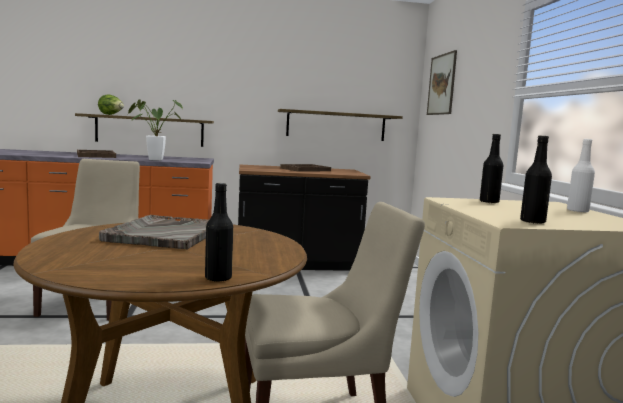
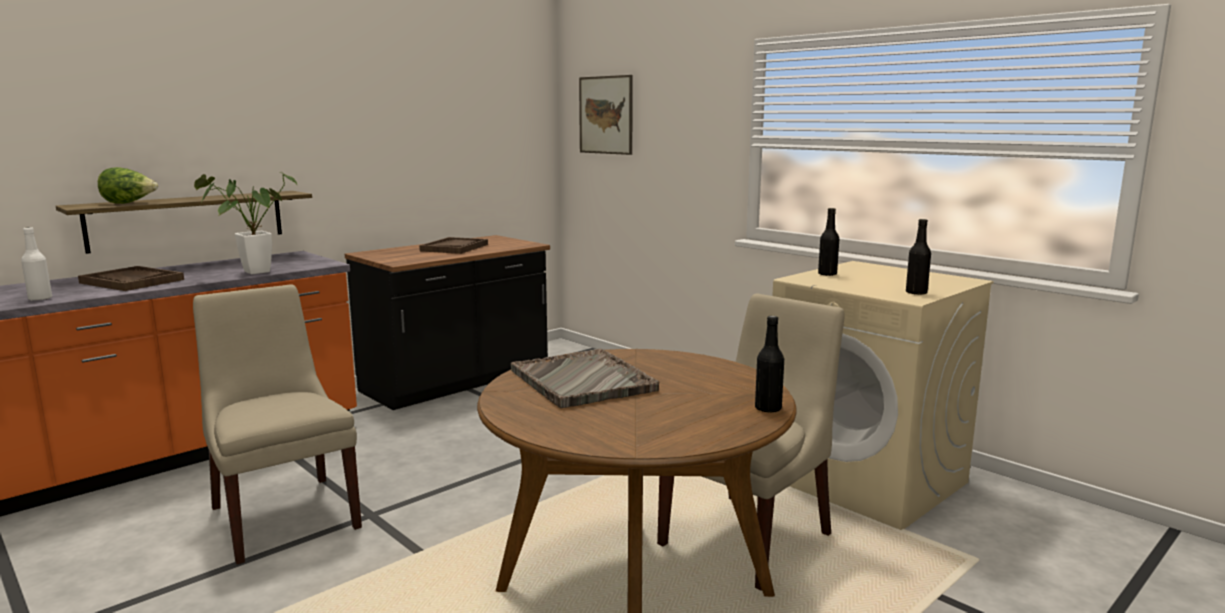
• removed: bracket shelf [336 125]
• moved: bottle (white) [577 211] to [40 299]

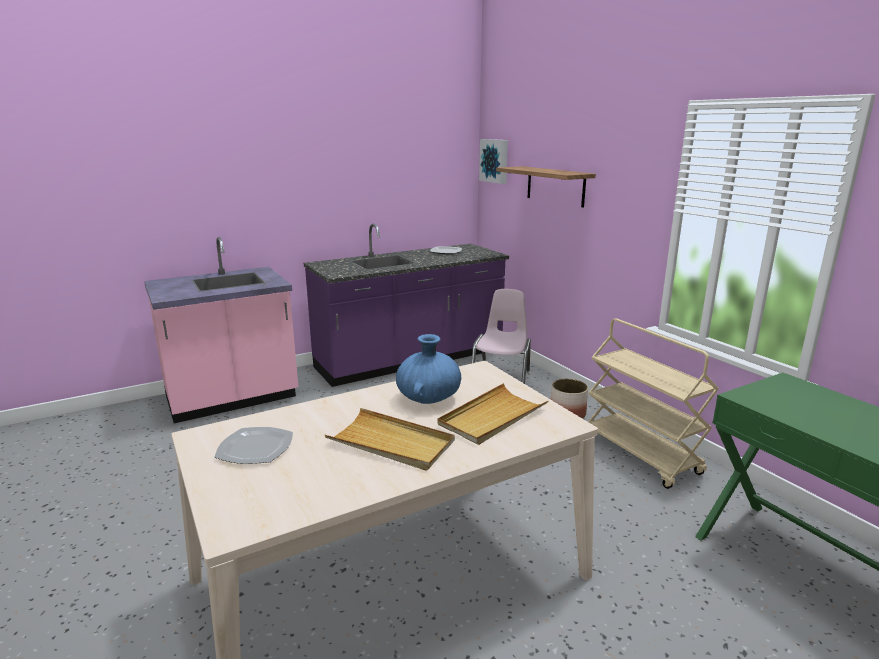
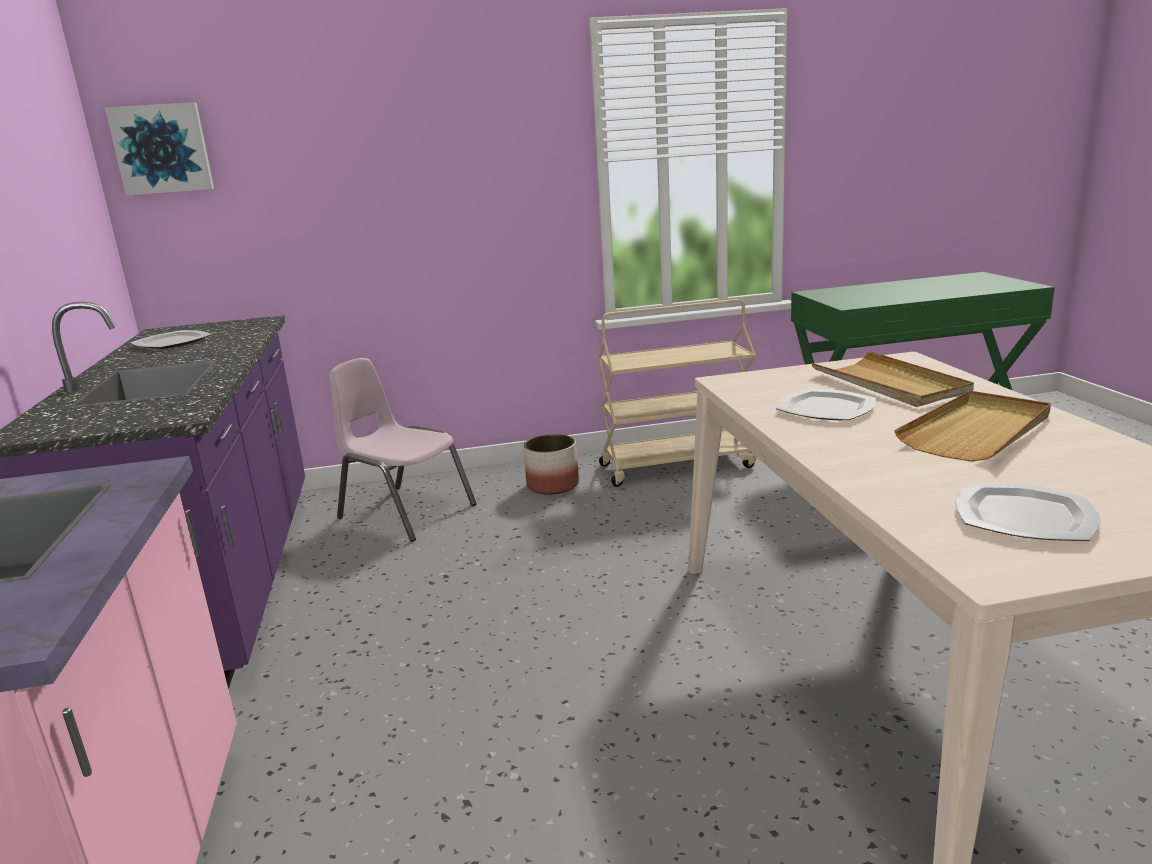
• removed: bracket shelf [555 186]
• replaced: vase (blue-coloured) [429 398] to flat dish [827 408]

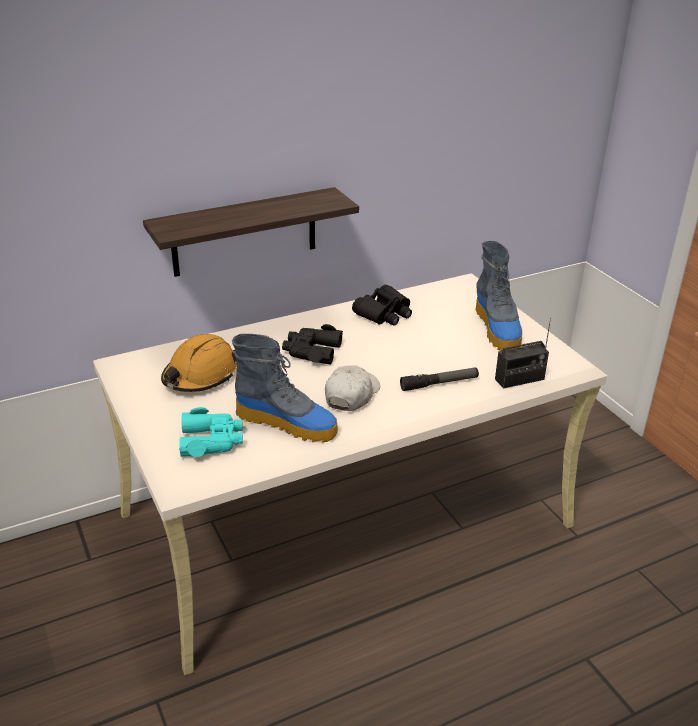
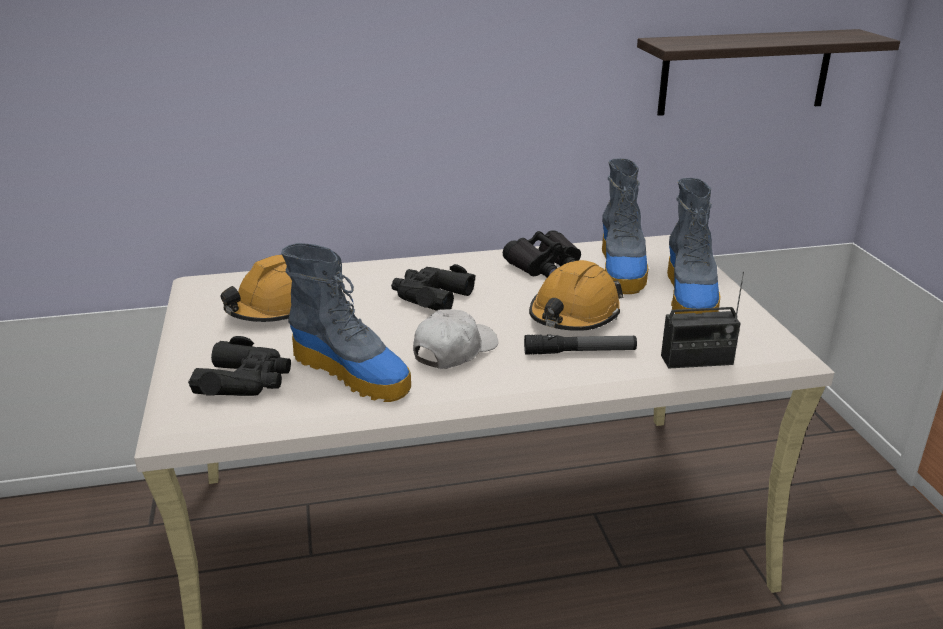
• moved: bracket shelf [244 232] to [745 72]
• recoloured: binoculars (blue-green) [211 440] to binoculars (black) [245 381]
• added: high-top boot [622 270]
• added: hard hat (orangey) [574 315]

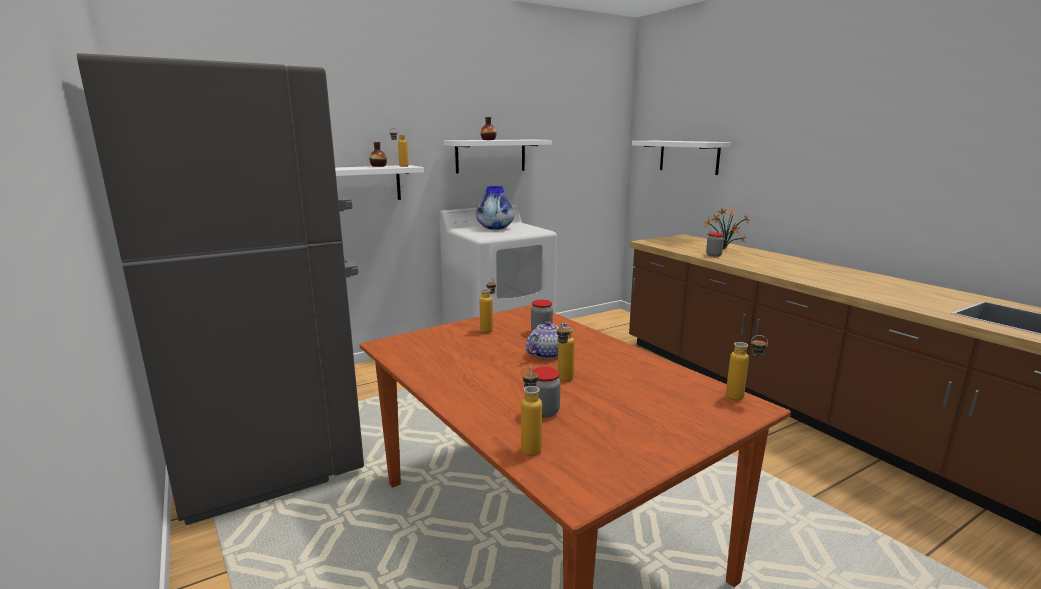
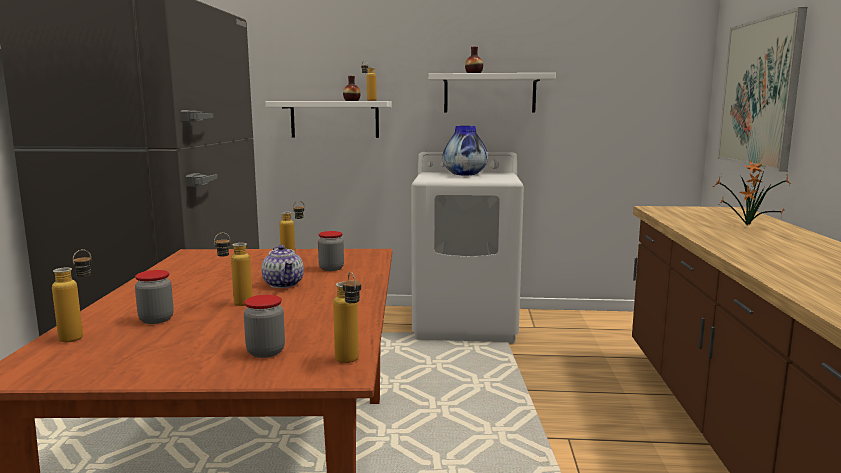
• replaced: bracket shelf (white) [688 156] to wall art [759 93]
• moved: preserve jar [713 255] to [265 352]
• turned: teapot [546 354] = [284 284] 75 degrees clockwise

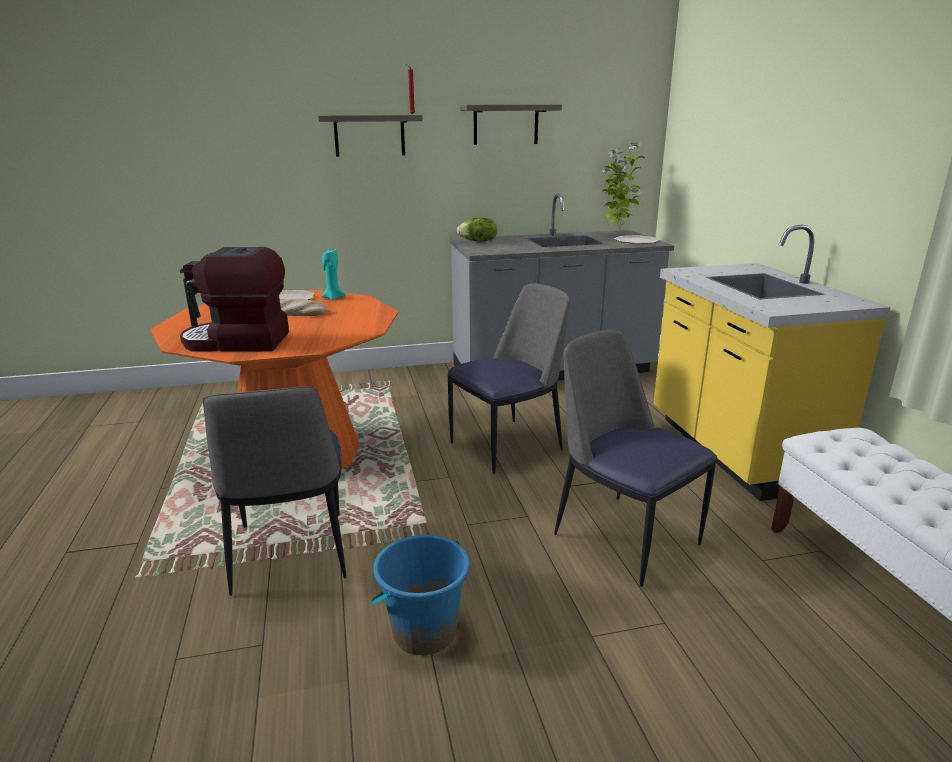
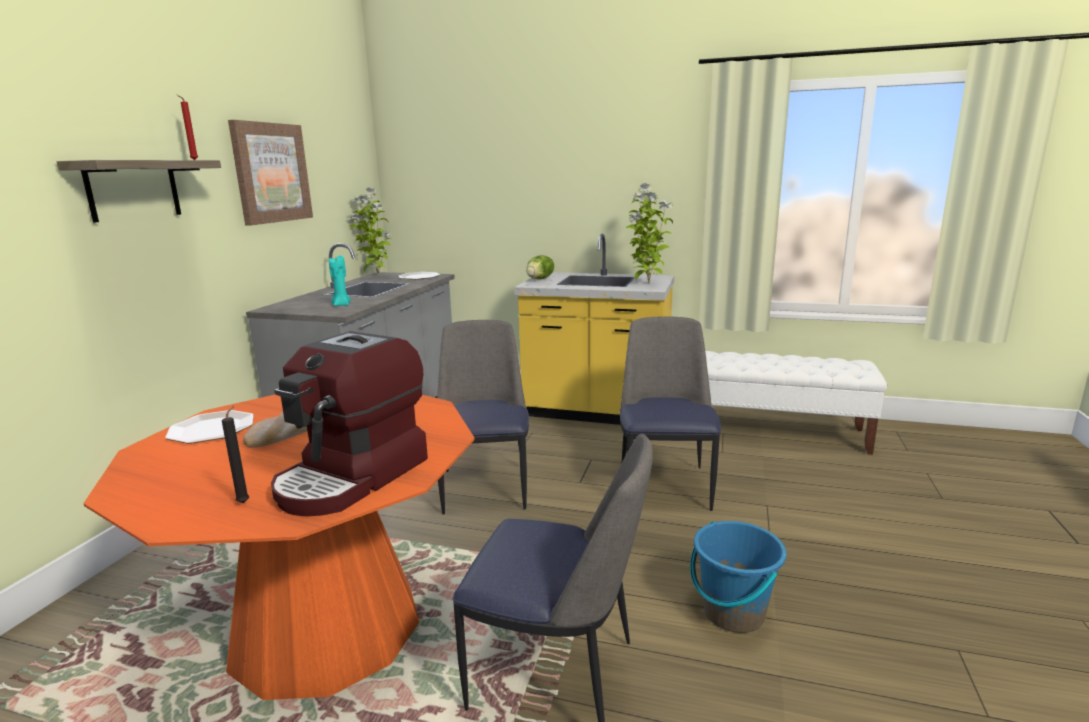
• replaced: bracket shelf [506 124] to wall art [271 173]
• moved: lettuce head [478 241] to [540 279]
• moved: candle (blue-green) [333 298] to [341 305]
• turned: chair [623 536] = [664 485] 105 degrees clockwise
• added: plant in a pot [647 283]

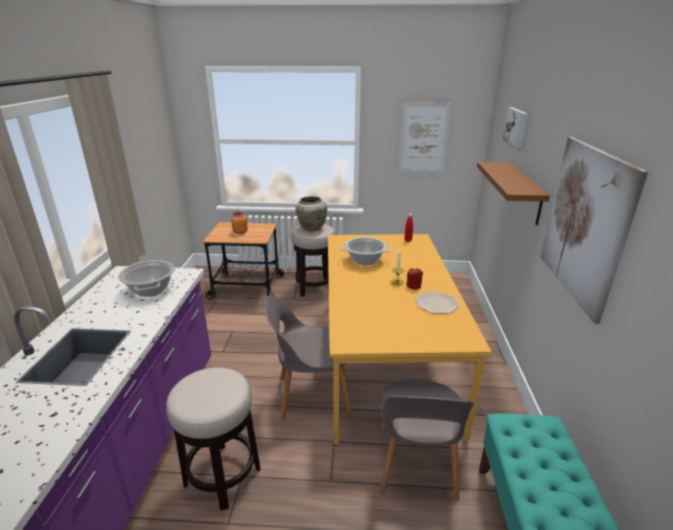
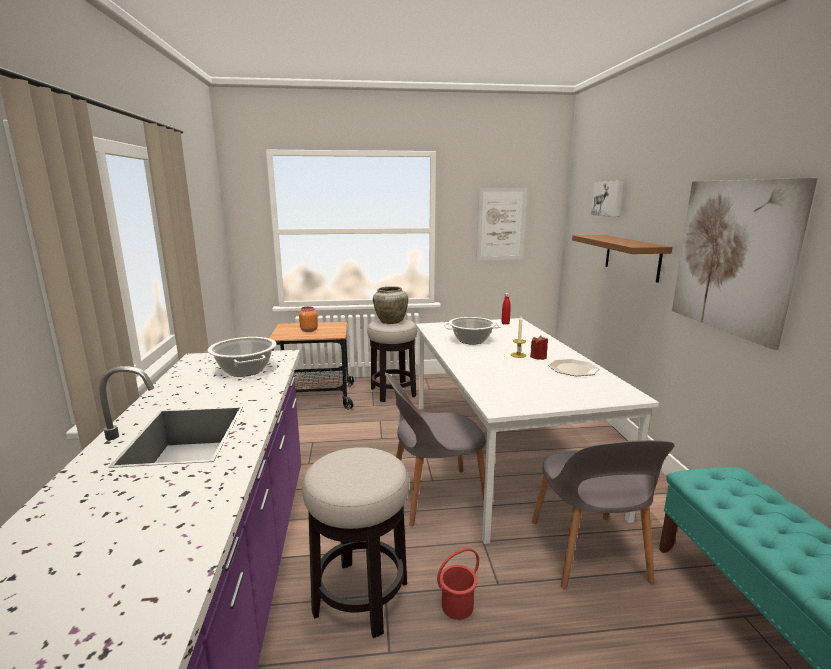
• recoloured: kitchen table (orangey) [384 358] to kitchen table (white) [502 452]
• added: bucket (red-coloured) [458 606]

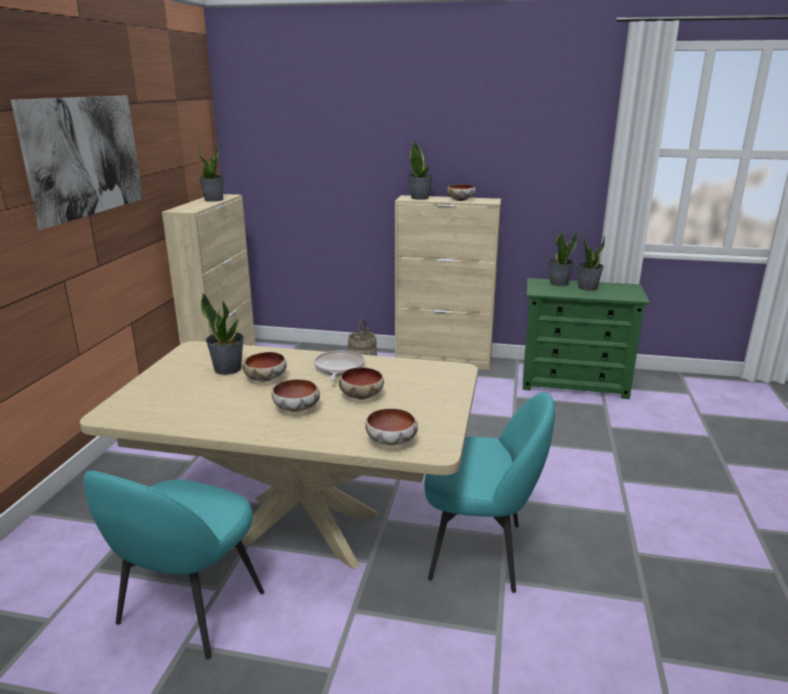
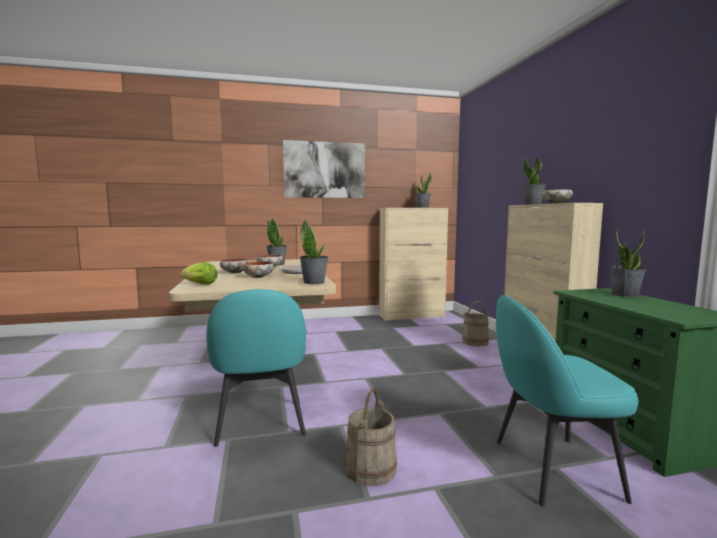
• moved: plant in a pot [587 288] to [314 282]
• replaced: deep dish [392 441] to lettuce head [198 284]
• moved: chair (blue-green) [188 610] to [551 469]
• added: bucket (beige) [371 469]

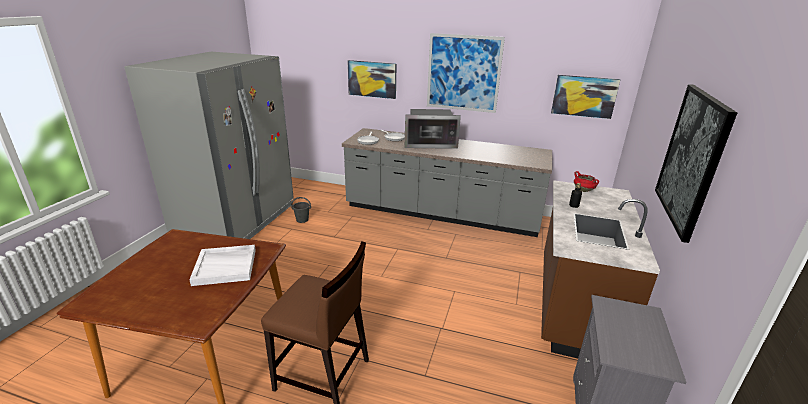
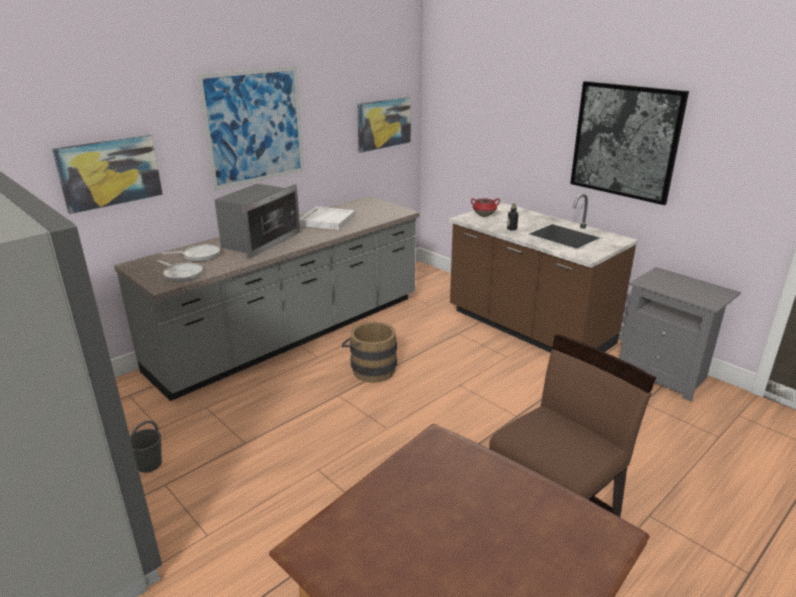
• moved: tray (white) [226 266] to [326 220]
• added: bucket (brown) [370 369]

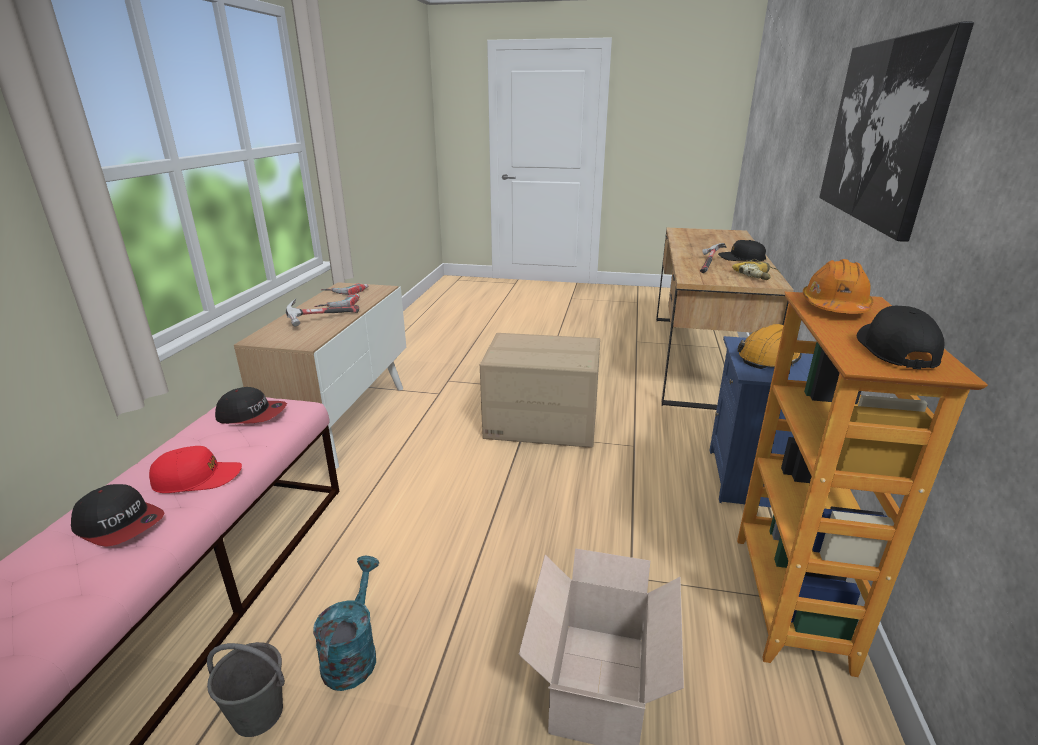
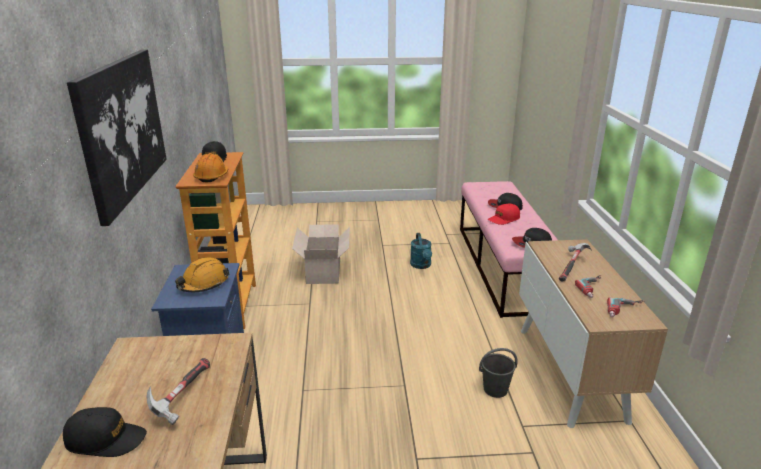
• removed: electric drill [757 275]
• removed: packing box [541 423]
• moved: bucket (gray) [257 713] to [496 389]

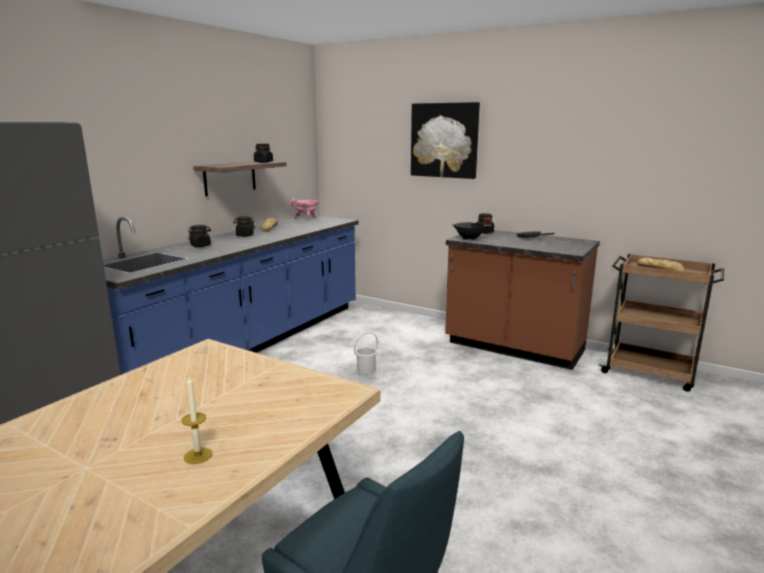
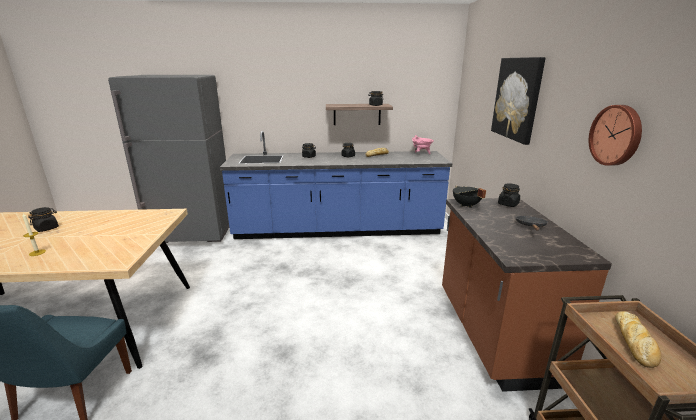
• removed: bucket (white) [366 370]
• added: wall clock [616 135]
• added: preserve jar (black) [47 228]

